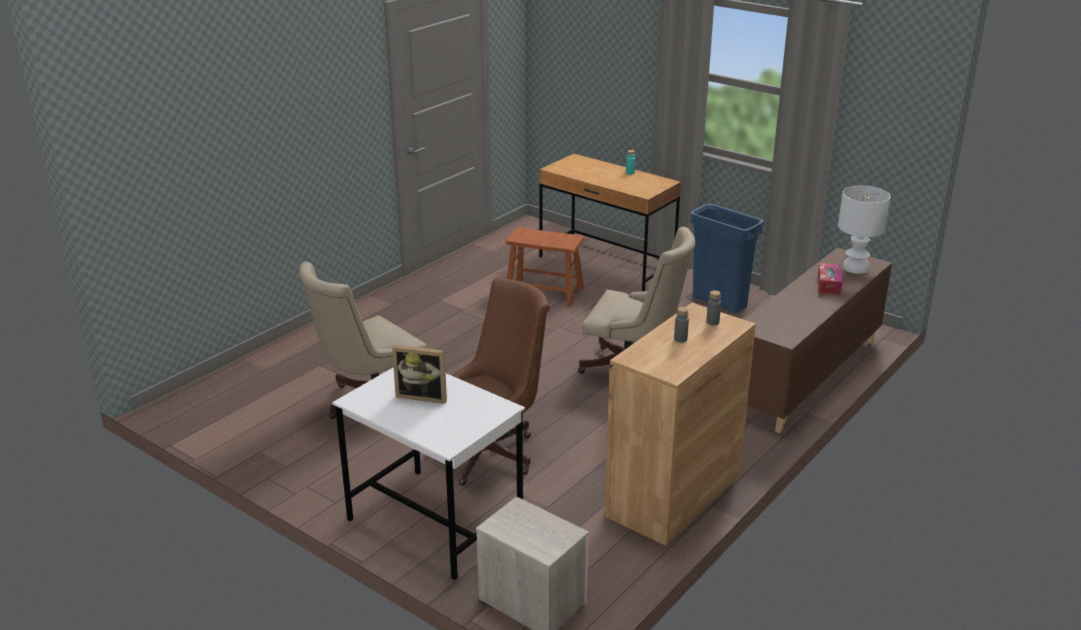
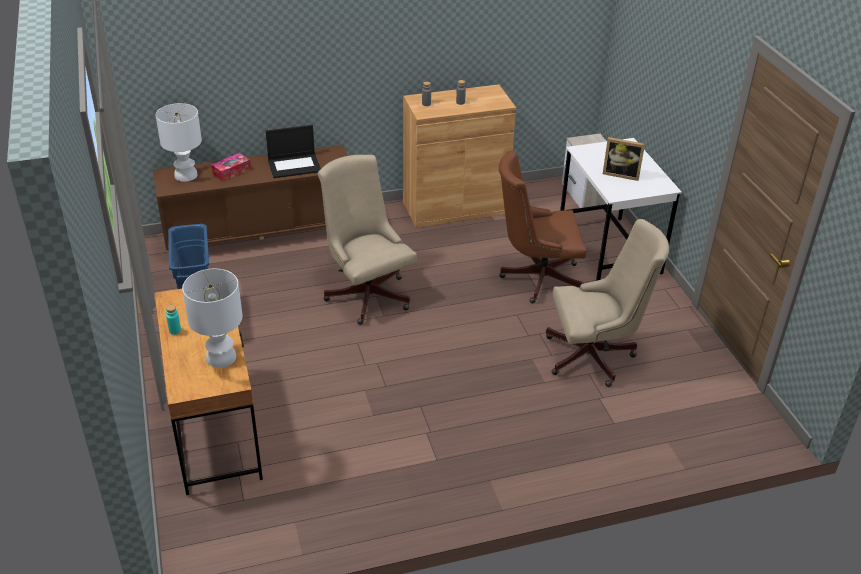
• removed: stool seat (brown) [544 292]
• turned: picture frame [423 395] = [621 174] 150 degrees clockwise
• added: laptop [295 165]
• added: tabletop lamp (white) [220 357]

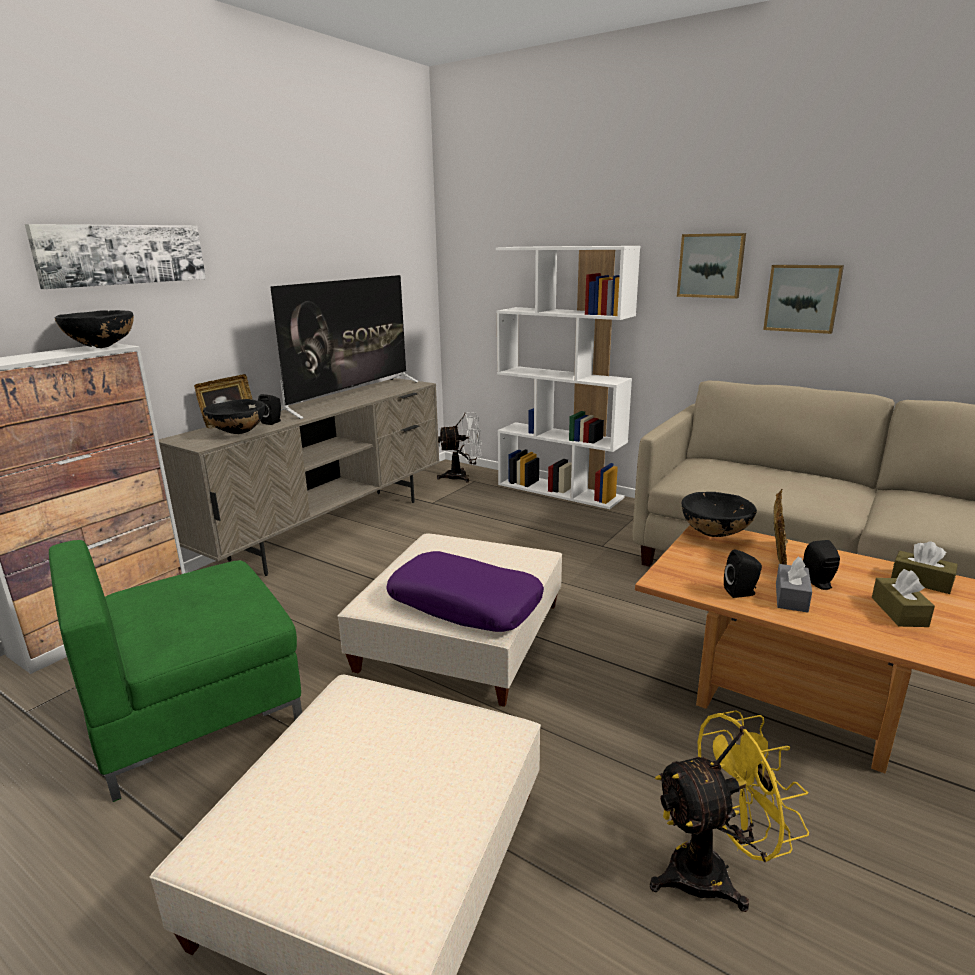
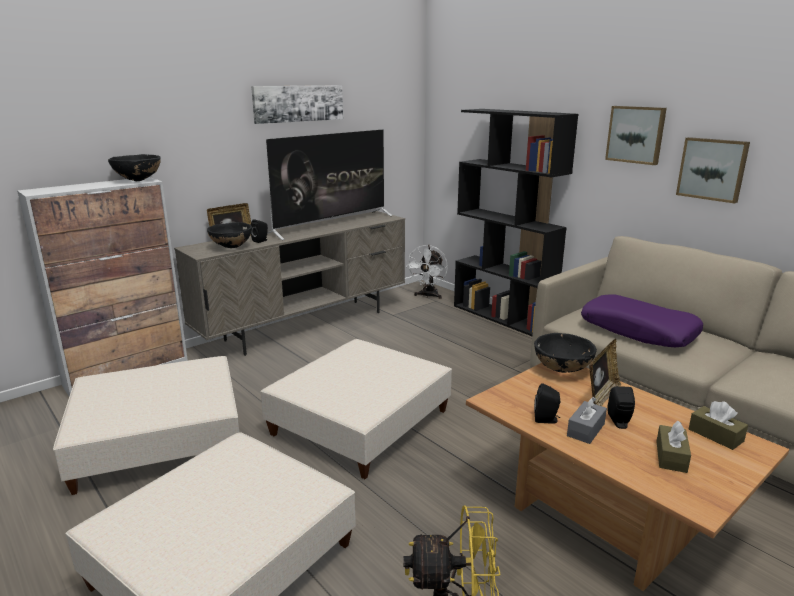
• moved: wall art [123 254] to [298 103]
• recoloured: bookcase (white) [560 491] to bookcase (black) [503 317]
• turned: fan (white) [462 476] = [428 296] 105 degrees clockwise
• replaced: lounge chair (green-coloured) [196 708] to footrest (beige) [159 440]
• moved: throw pillow (purple) [465 604] to [638 331]

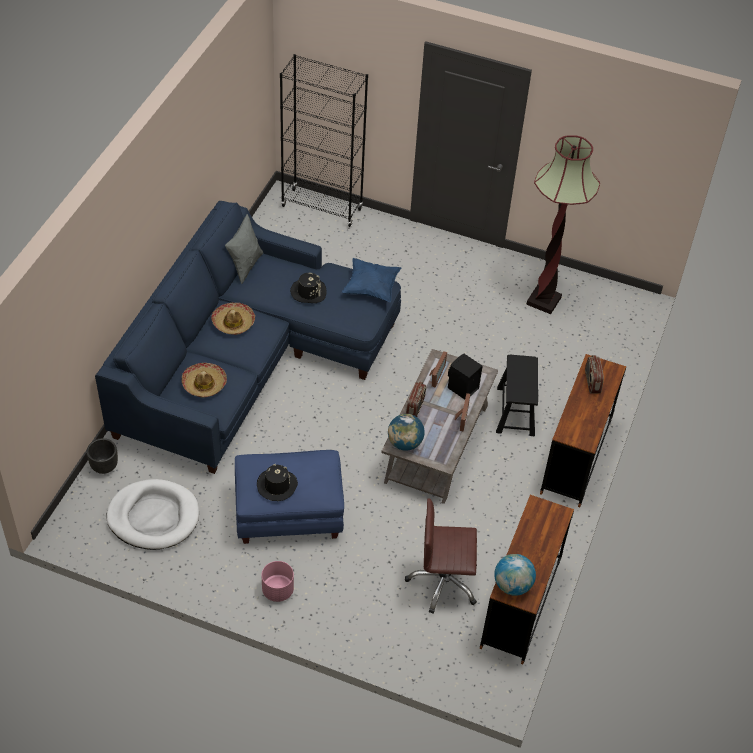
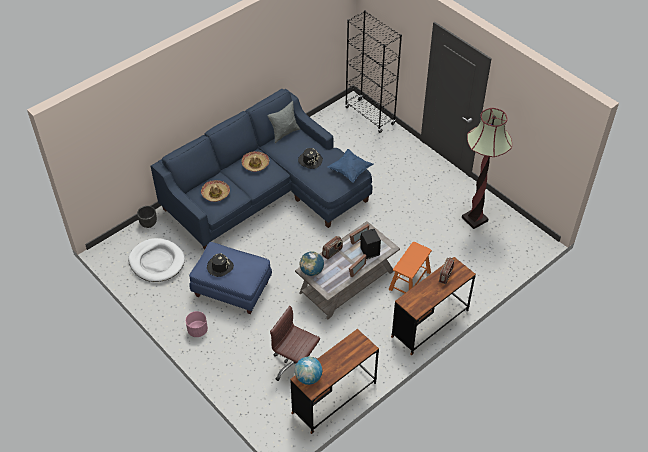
• recoloured: stool seat (black) [515 411] to stool seat (orangey) [409 281]

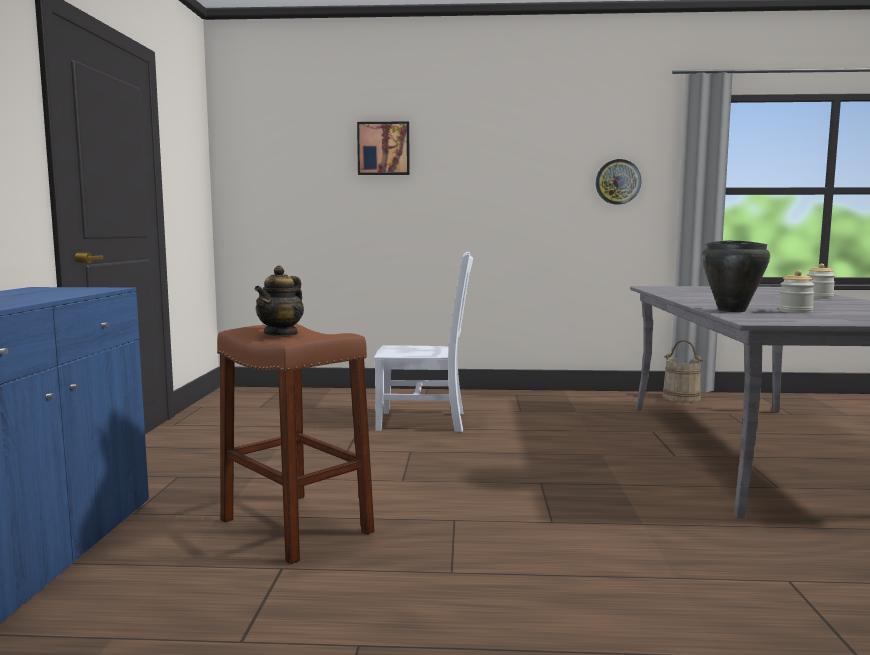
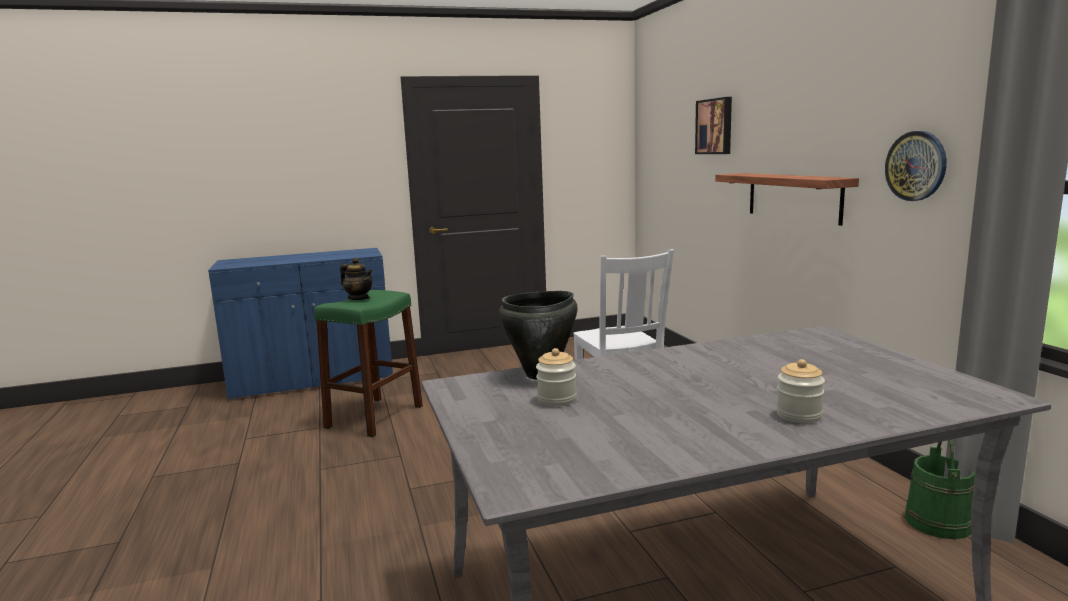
• turned: teapot [281 334] = [359 298] 150 degrees counterclockwise
• recoloured: stool seat (brown) [295 526] to stool seat (green-coloured) [375 416]
• recoloured: bucket (beige) [681 398] to bucket (green-coloured) [937 522]
• added: bracket shelf [793 197]

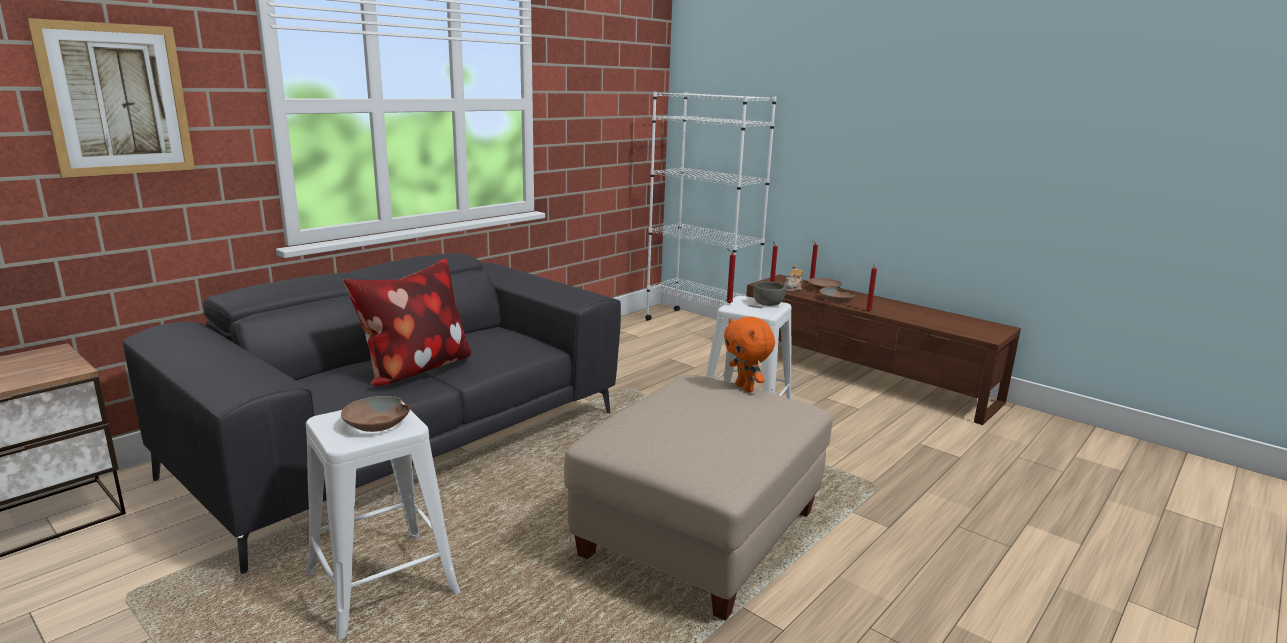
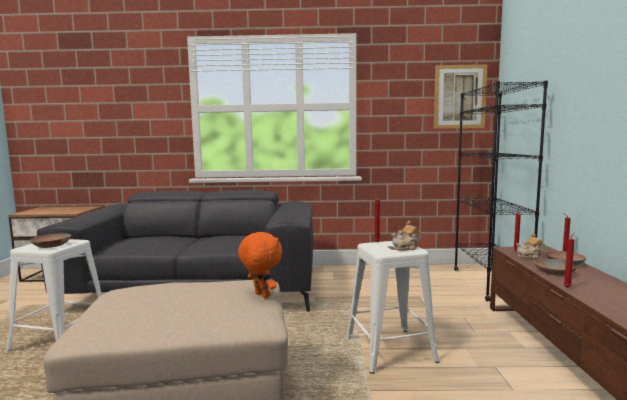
• moved: wall art [117 100] to [459 97]
• recoloured: bookcase (white) [700 326] to bookcase (black) [490 283]
• removed: throw pillow [415 370]
• replaced: deep dish (gray) [768 304] to teapot [406 248]
• turned: soft toy (orangey) [745 388] = [261 295] 120 degrees clockwise

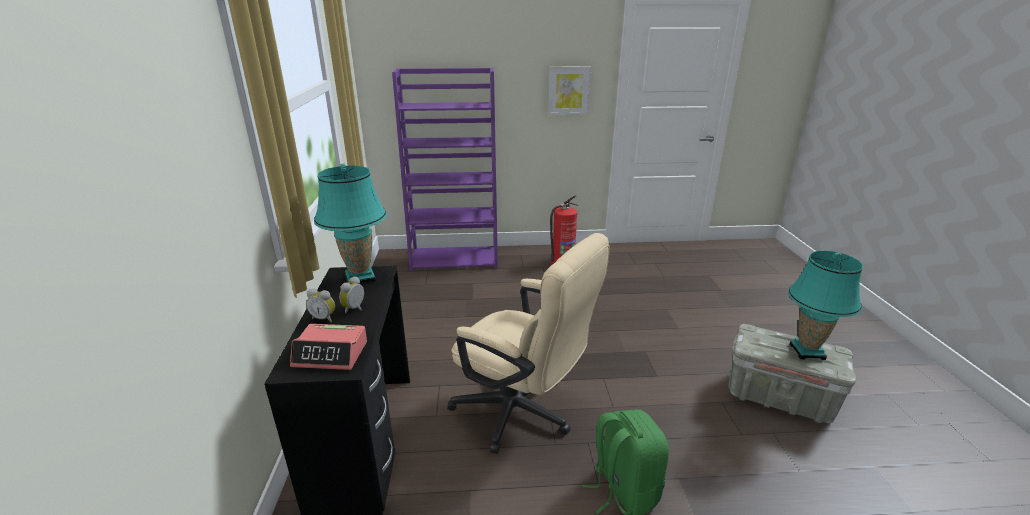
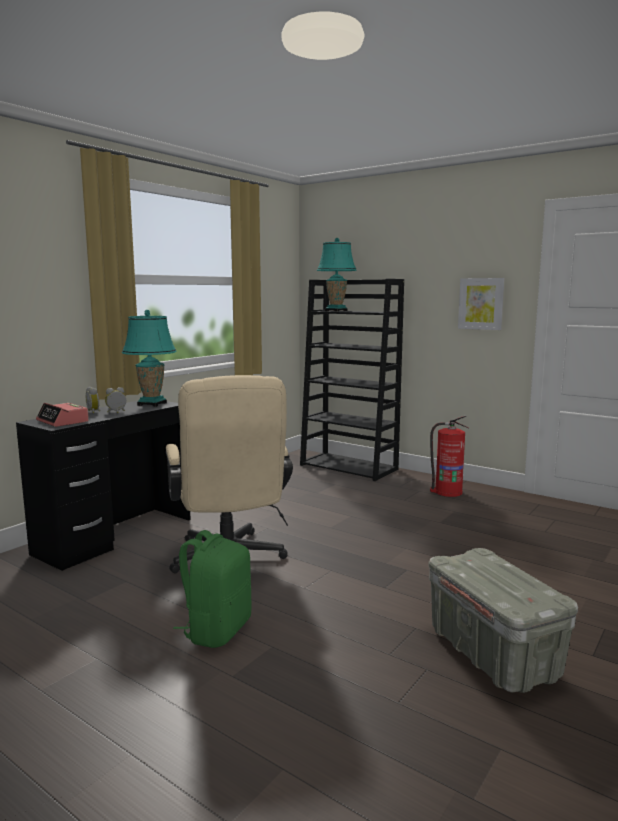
• recoloured: bookcase (purple) [455 258] to bookcase (black) [349 467]
• moved: tabletop lamp (blue-green) [807 351] to [336 311]

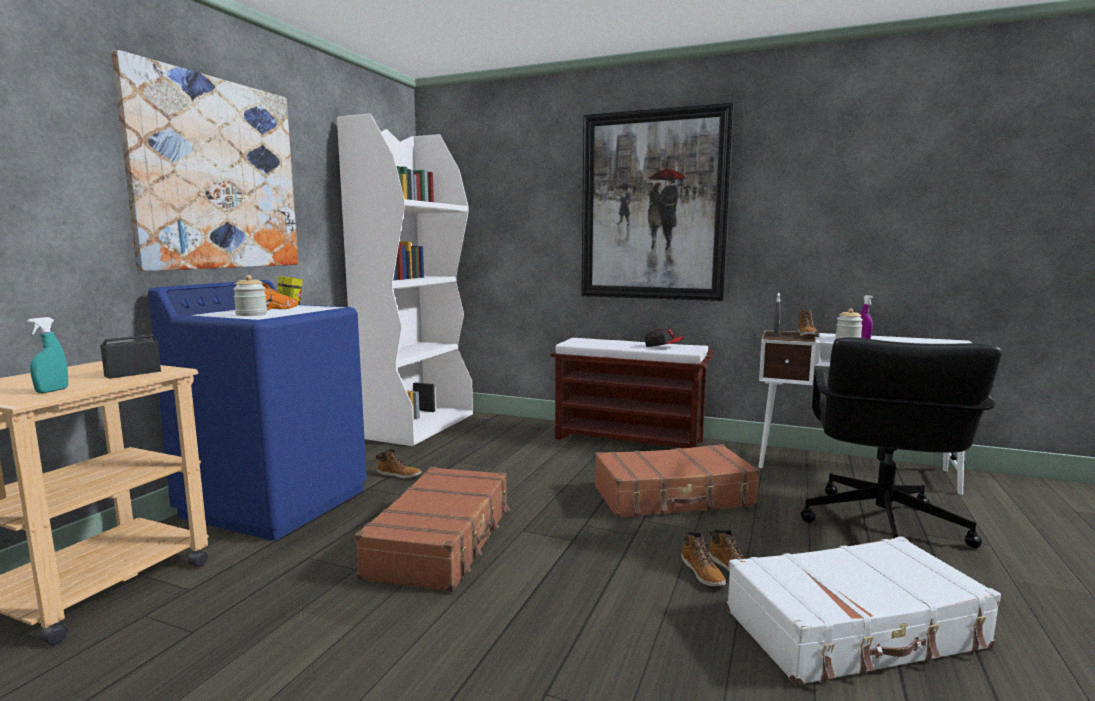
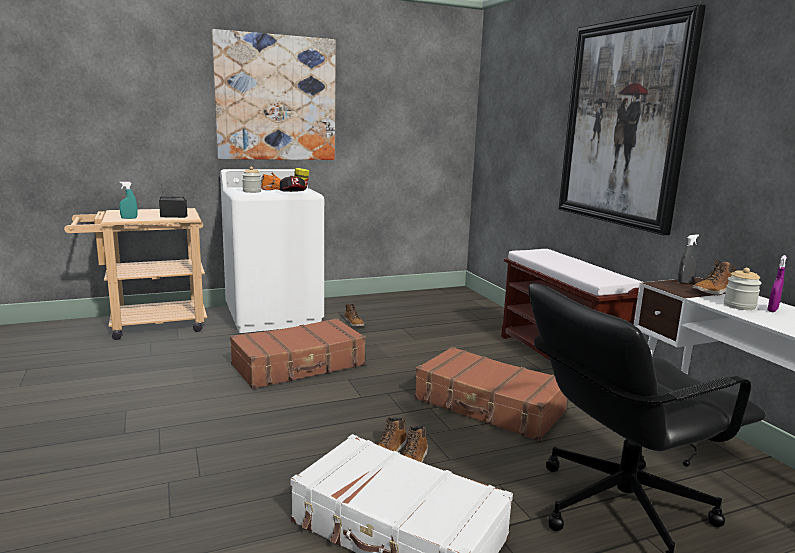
• removed: bookcase (white) [417 425]
• recoloured: washing machine (blue-coloured) [276 502] to washing machine (white) [274 315]
• moved: baseball cap [663 347] to [293 193]

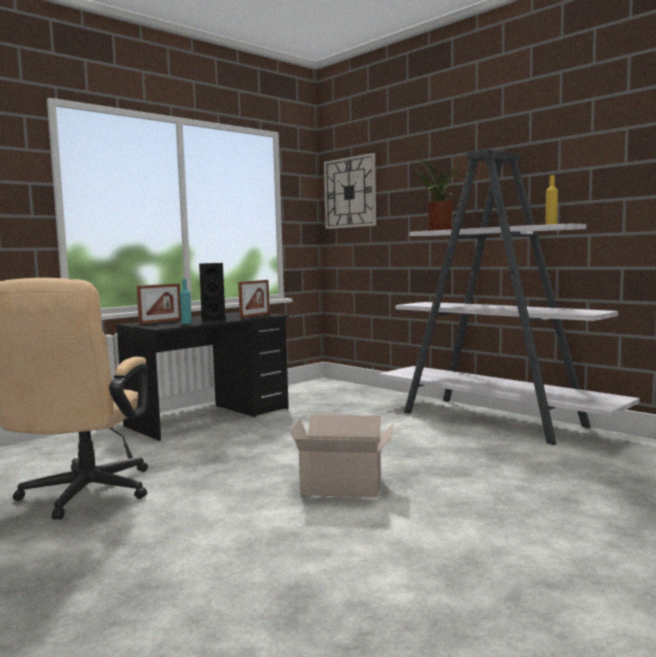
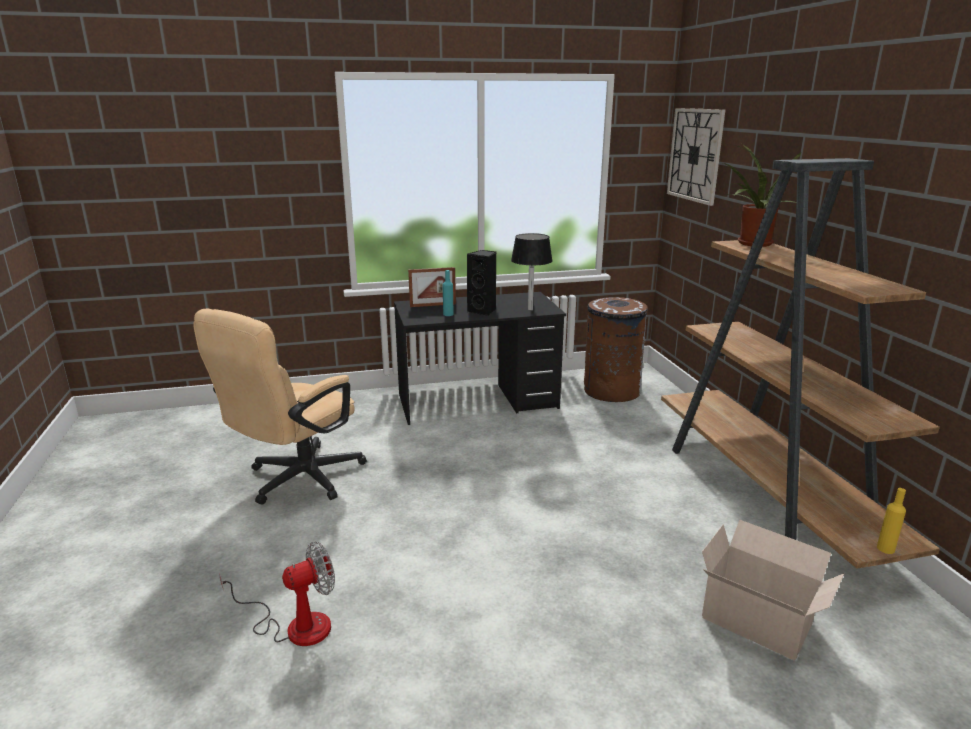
• recoloured: bookcase (white) [495 420] to bookcase (brown) [766 496]
• moved: bottle (yellowish) [551 224] to [885 548]
• replaced: picture frame [255 316] to tabletop lamp (black) [530 309]
• moved: packing box [344 486] to [759 622]
• added: trash can (brown) [611 391]
• added: fan [295 625]

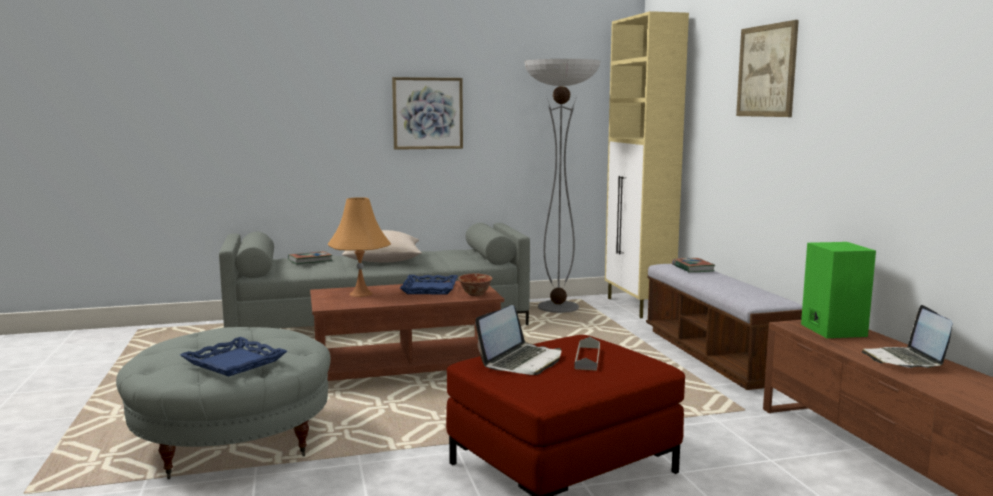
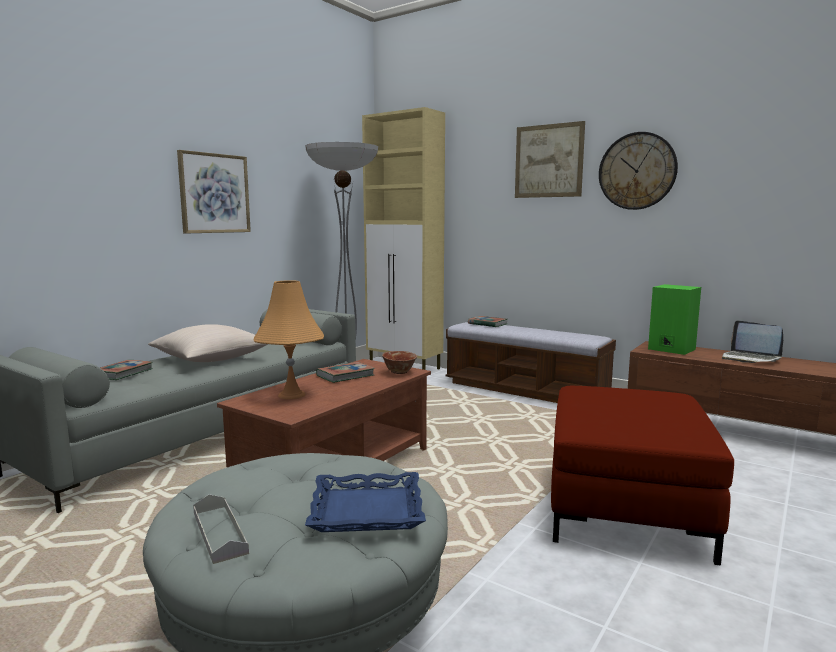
• replaced: tray (blue-coloured) [430 289] to bound book [345 376]
• removed: laptop [522 361]
• moved: tray (gray) [587 358] to [219 532]
• added: wall clock [637 171]

